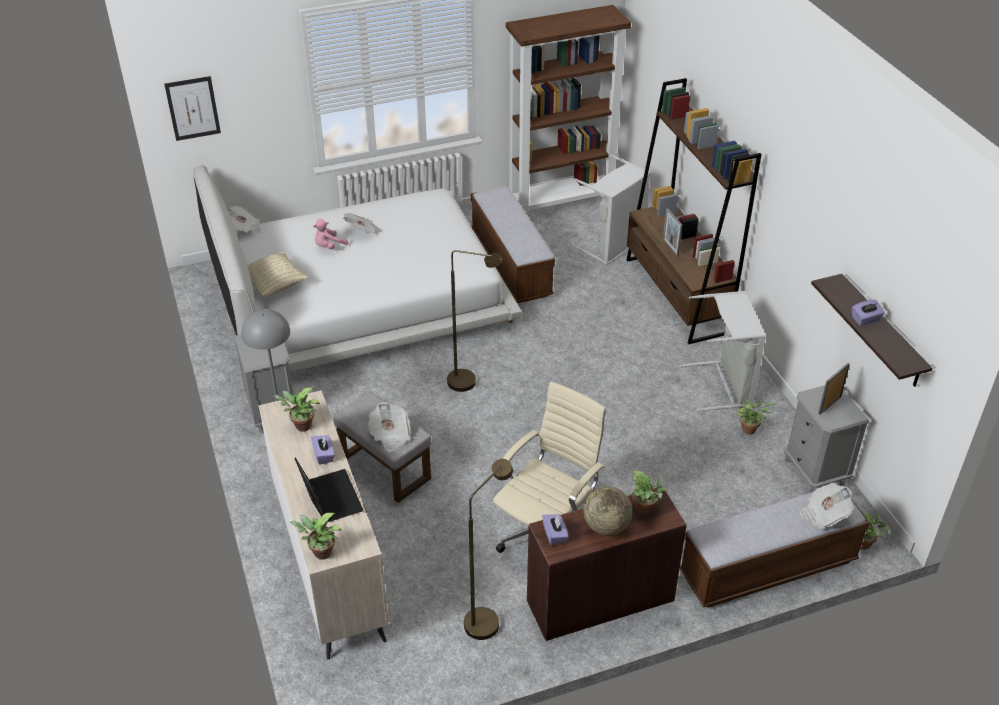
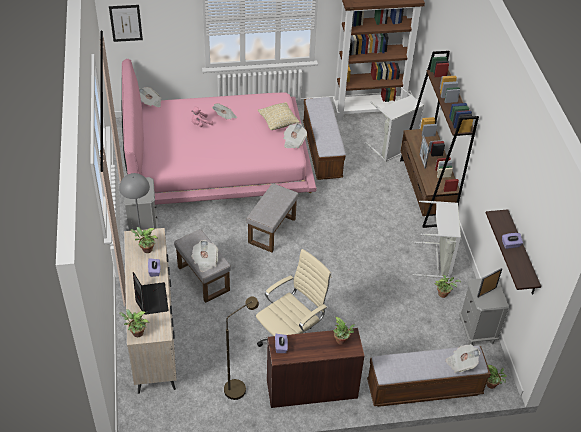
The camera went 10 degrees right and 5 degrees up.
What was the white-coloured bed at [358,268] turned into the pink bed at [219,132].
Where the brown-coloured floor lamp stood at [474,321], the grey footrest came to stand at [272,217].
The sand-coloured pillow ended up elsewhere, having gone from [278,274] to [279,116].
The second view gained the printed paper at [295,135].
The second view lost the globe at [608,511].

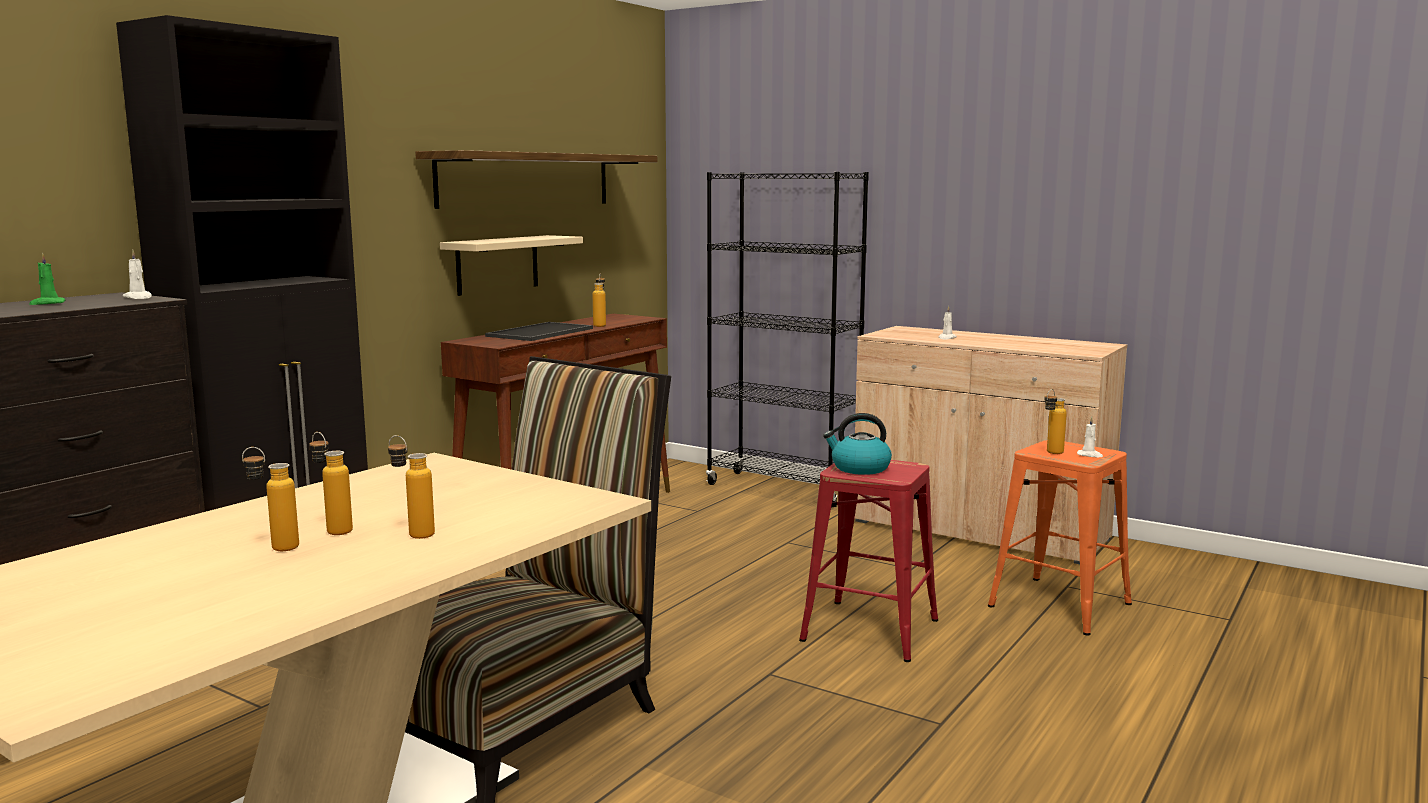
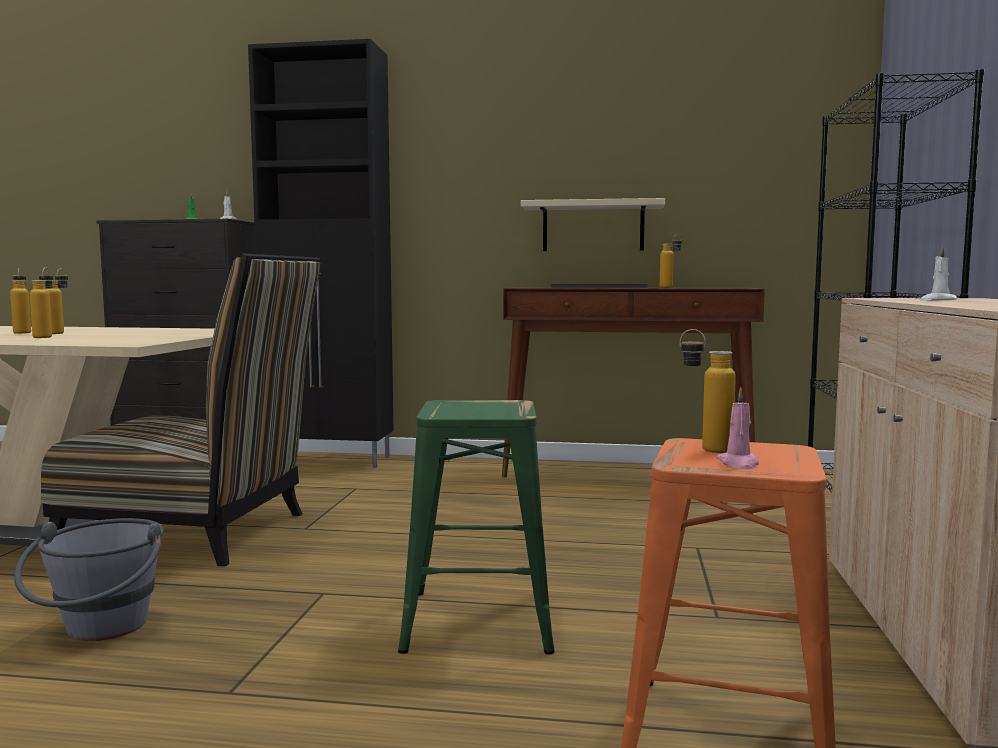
The camera went 65 degrees right and 5 degrees down.
The second view gained the grey water bucket at [89,579].
What was the red stool at [868,561] turned into the green-coloured stool at [476,527].
What was the white-coloured wax light at [1090,437] turned into the pink wax light at [737,428].
The second view lost the bracket shelf at [536,179].
The second view lost the kettle at [857,444].

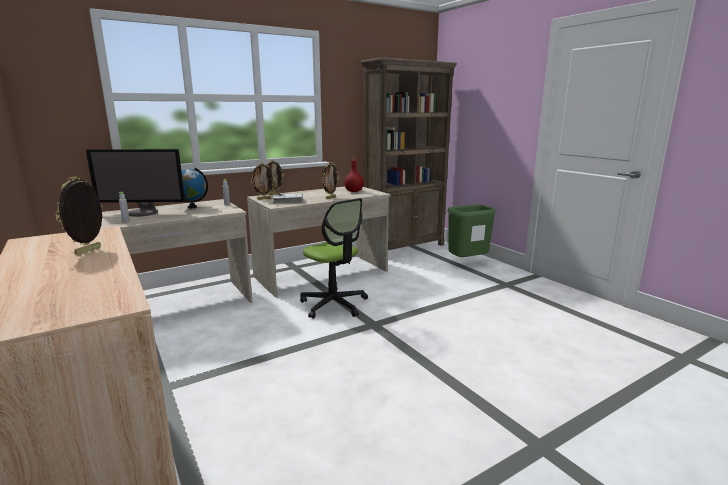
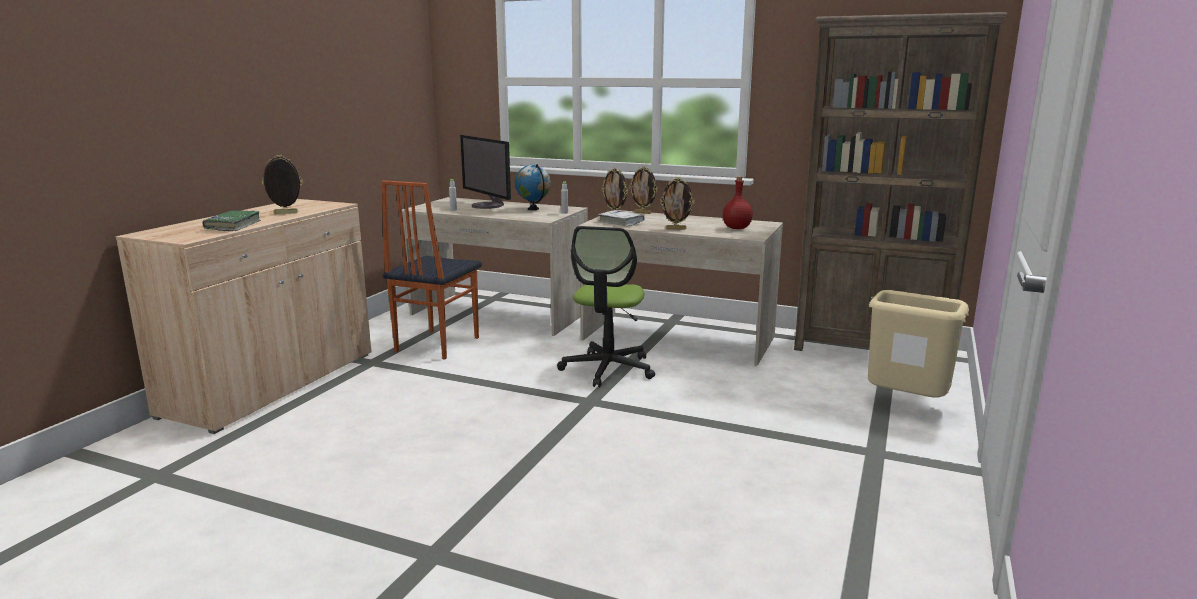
The camera went 55 degrees right and 0 degrees up.
The second view gained the green-coloured bound book at [231,220].
The second view gained the upright chair at [432,270].
What was the green-coloured trash can at [471,230] turned into the sand-coloured trash can at [918,344].

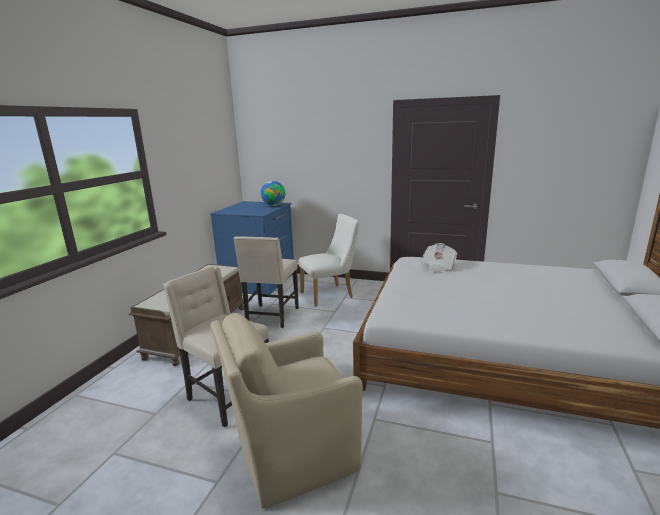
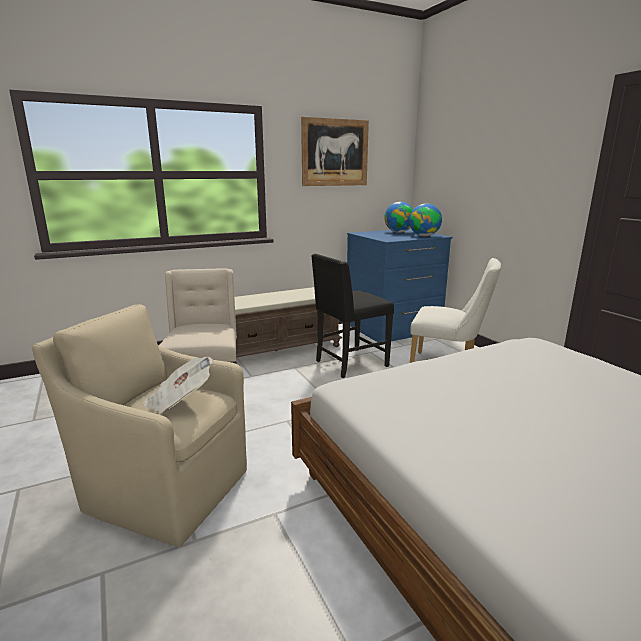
The camera went 45 degrees right and 0 degrees up.
The printed paper ended up elsewhere, having gone from [440,257] to [178,385].
The second view gained the picture at [335,151].
What was the sand-coloured upright chair at [266,282] turned into the black upright chair at [352,316].
The second view gained the globe at [398,217].

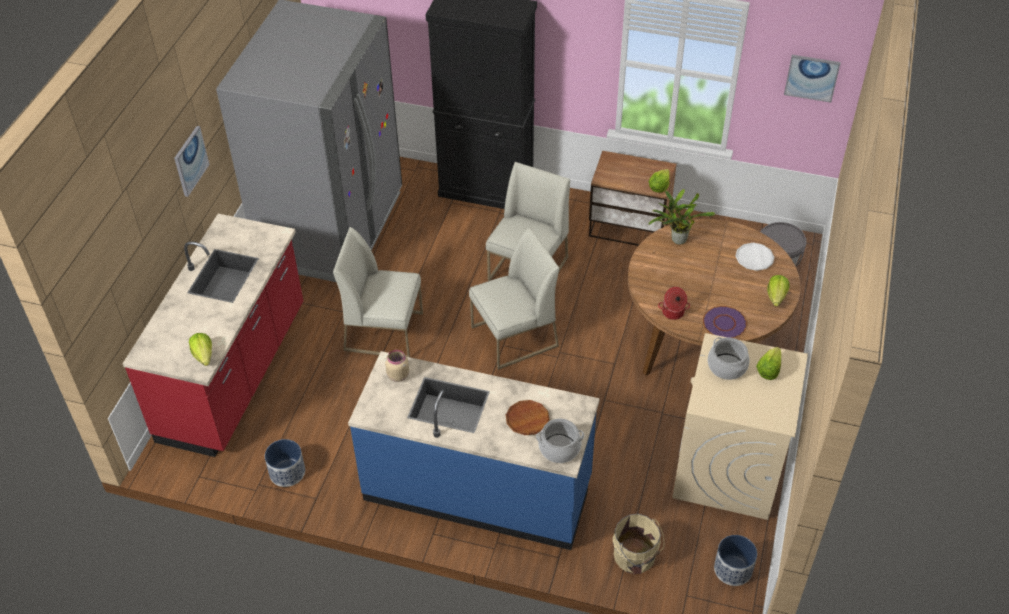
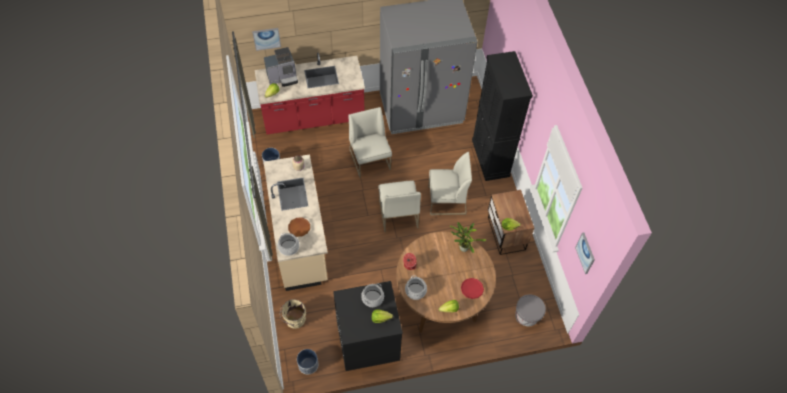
The camera went 60 degrees right and 10 degrees up.
The picture ended up elsewhere, having gone from [192,161] to [266,39].
The second view gained the coffee brewer at [281,67].
What was the bluish kitchen counter at [474,450] turned into the sand-coloured kitchen counter at [296,222].
What was the sand-coloured washing machine at [740,426] turned into the black washing machine at [368,326].
The white-coloured upright chair at [514,298] ended up facing another way, 45 degrees clockwise from before.
Where the purple flat dish stood at [725,322], the stockpot came to stand at [416,287].
What was the white-coloured flat dish at [754,257] turned into the red flat dish at [472,288].

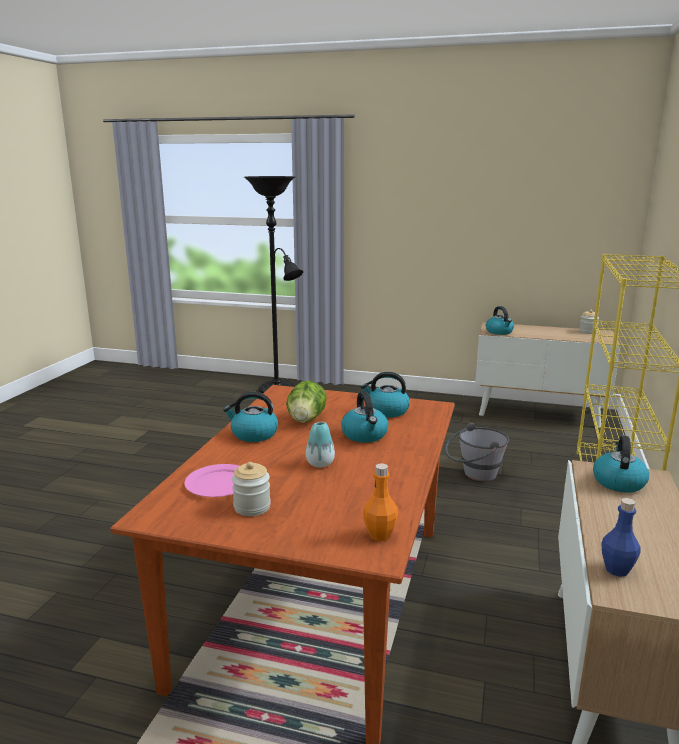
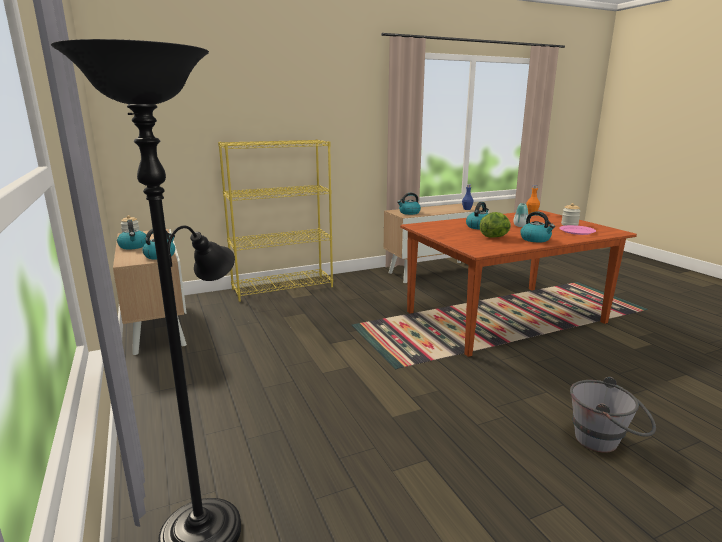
The camera went 130 degrees left and 0 degrees up.
The kettle ended up elsewhere, having gone from [385,395] to [131,234].
The grey water bucket ended up elsewhere, having gone from [477,451] to [613,415].

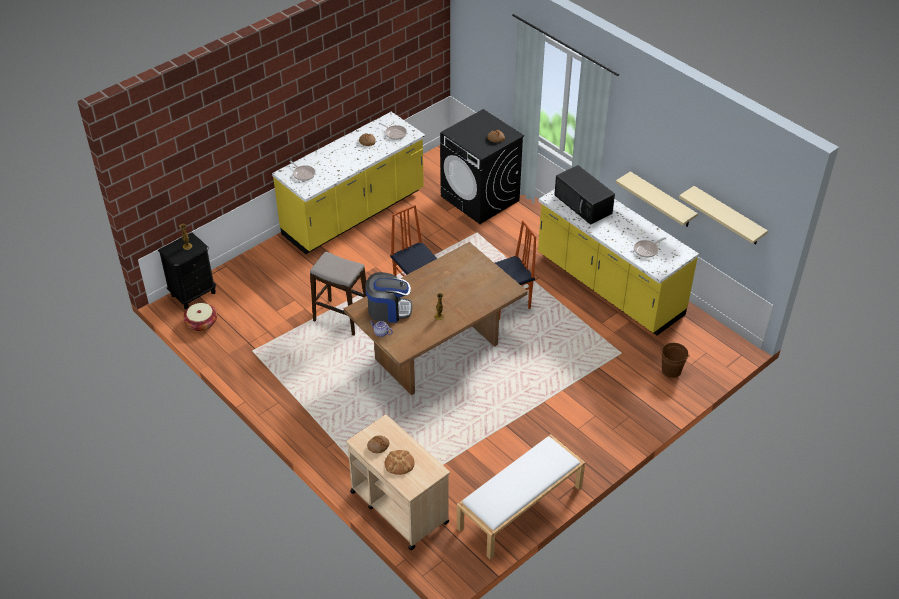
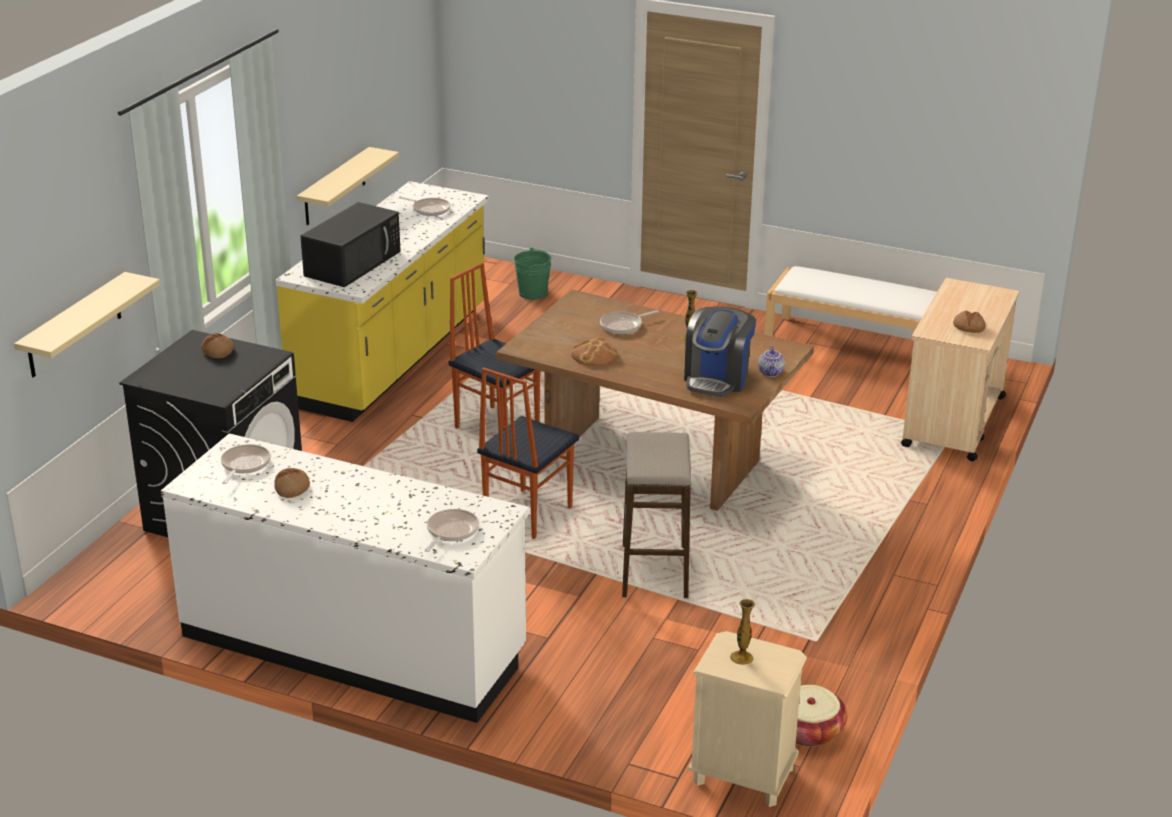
The camera went 115 degrees left and 15 degrees down.
The sand-coloured bracket shelf ended up elsewhere, having gone from [723,215] to [87,324].
What was the yellow-coloured kitchen counter at [348,183] turned into the white-coloured kitchen counter at [345,578].
What was the brown-coloured water bucket at [675,360] turned into the green-coloured water bucket at [533,274].
The bread ended up elsewhere, having gone from [399,462] to [594,351].
The second view gained the skillet at [629,322].
The coffee brewer at [388,297] ended up facing another way, 135 degrees counterclockwise from before.
What was the black nightstand at [187,270] turned into the sand-coloured nightstand at [747,719].

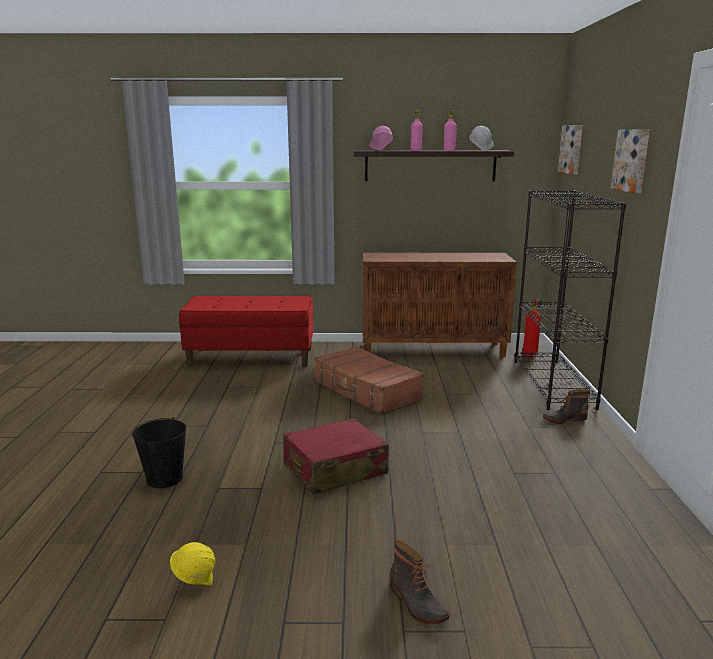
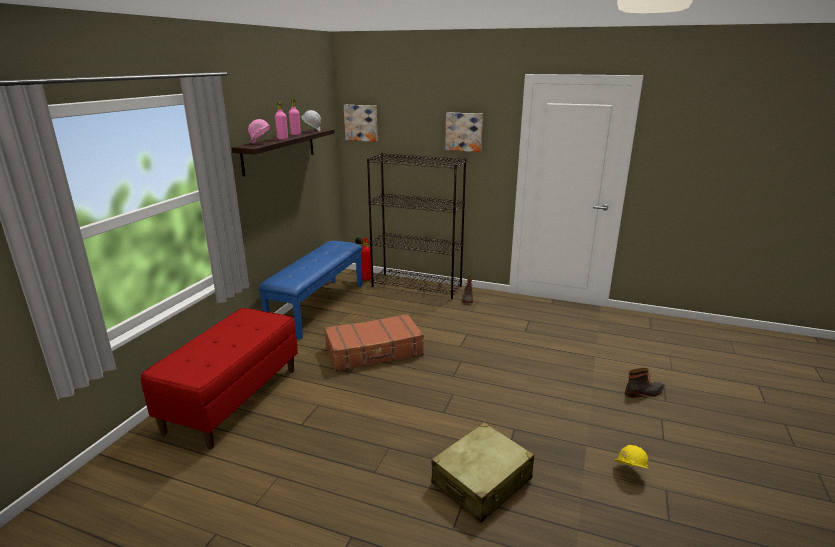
The camera went 70 degrees left and 5 degrees up.
Where the brown-coloured cabinet stood at [440,305], the bluish indoor bench came to stand at [310,290].
Where the black water bucket stood at [159,452], the sand-coloured piece of luggage came to stand at [482,472].
The second view lost the red piece of luggage at [336,456].

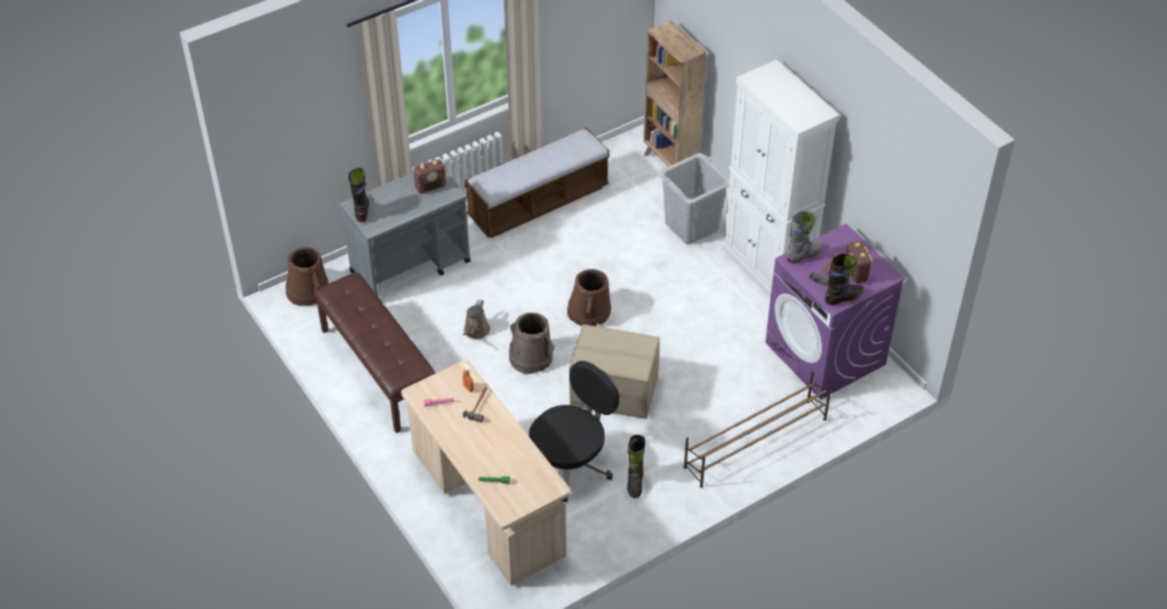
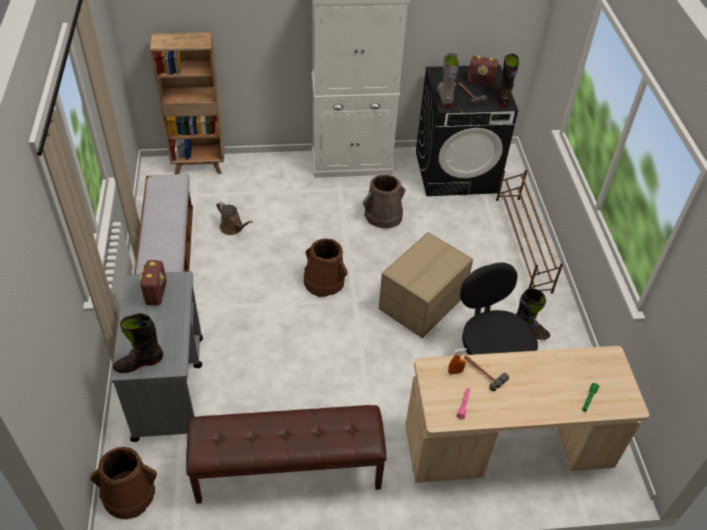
The camera went 65 degrees left and 0 degrees up.
The black boot at [358,195] ended up facing another way, 45 degrees counterclockwise from before.
The brown-coloured watering can ended up elsewhere, having gone from [476,319] to [234,218].
The brown-coloured water bucket ended up elsewhere, having gone from [532,343] to [384,201].
What was the purple washing machine at [835,312] turned into the black washing machine at [467,130].
The second view lost the grey laundry basket at [693,199].

